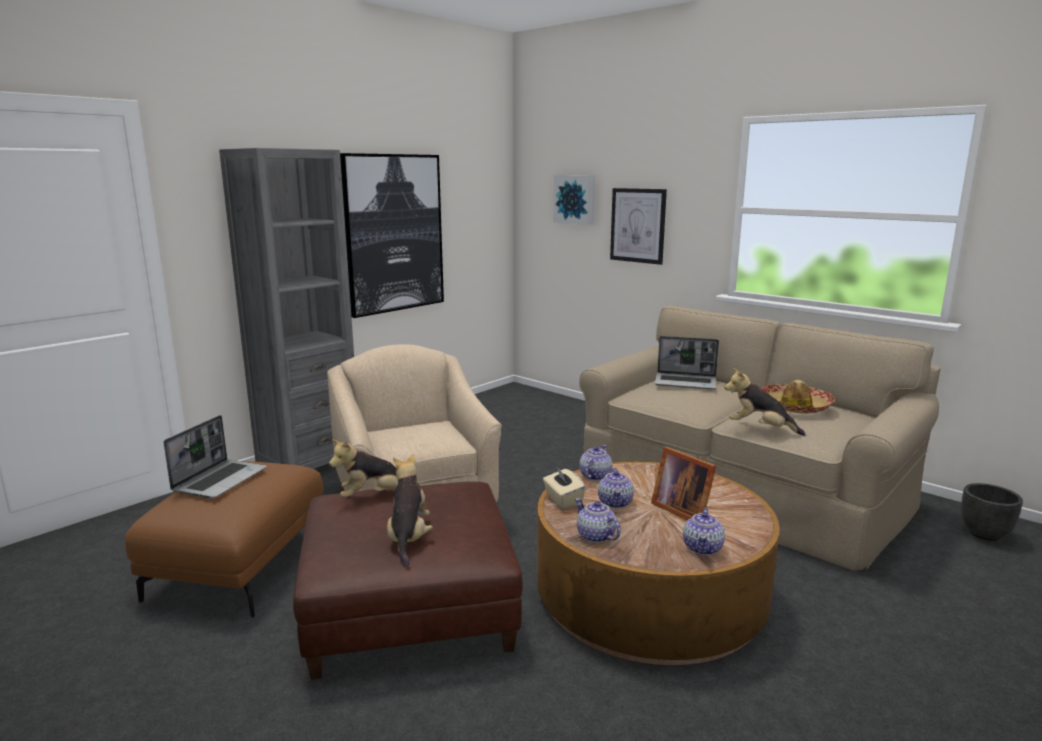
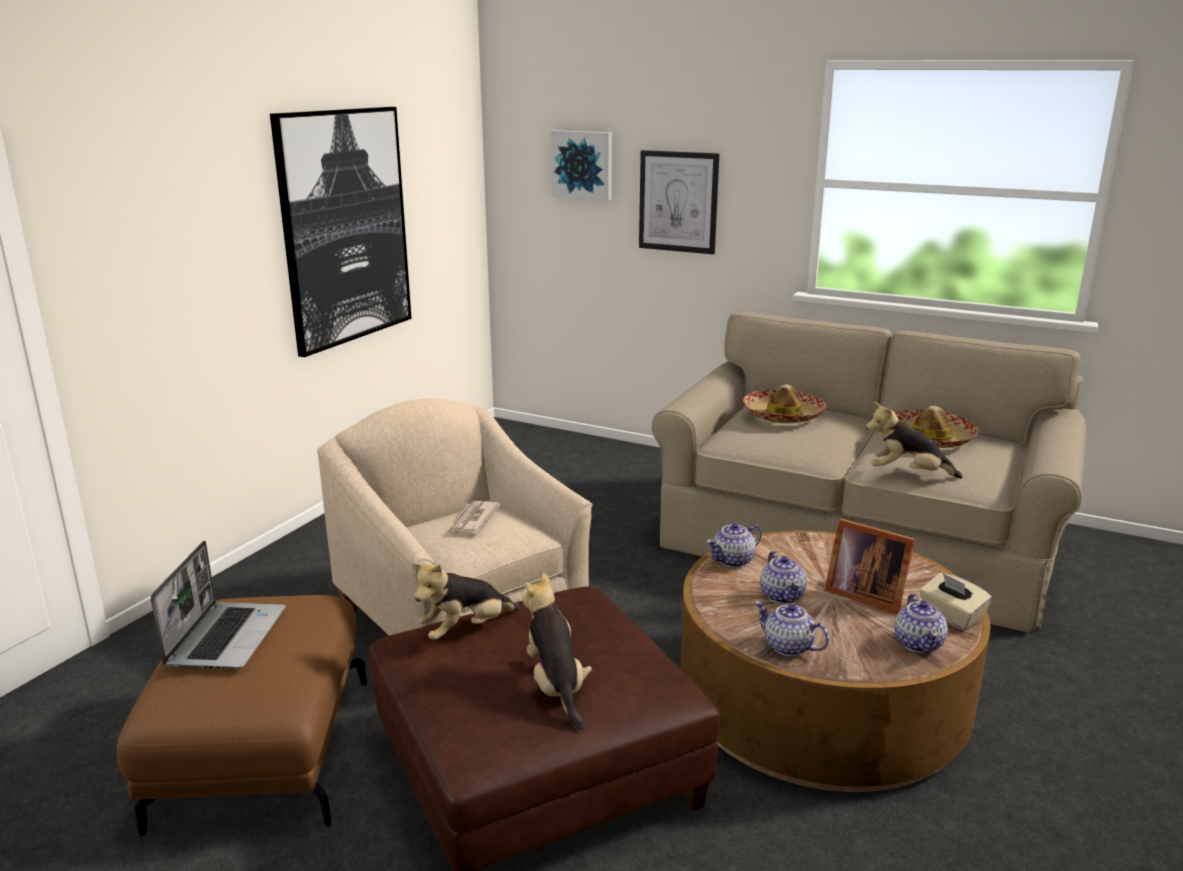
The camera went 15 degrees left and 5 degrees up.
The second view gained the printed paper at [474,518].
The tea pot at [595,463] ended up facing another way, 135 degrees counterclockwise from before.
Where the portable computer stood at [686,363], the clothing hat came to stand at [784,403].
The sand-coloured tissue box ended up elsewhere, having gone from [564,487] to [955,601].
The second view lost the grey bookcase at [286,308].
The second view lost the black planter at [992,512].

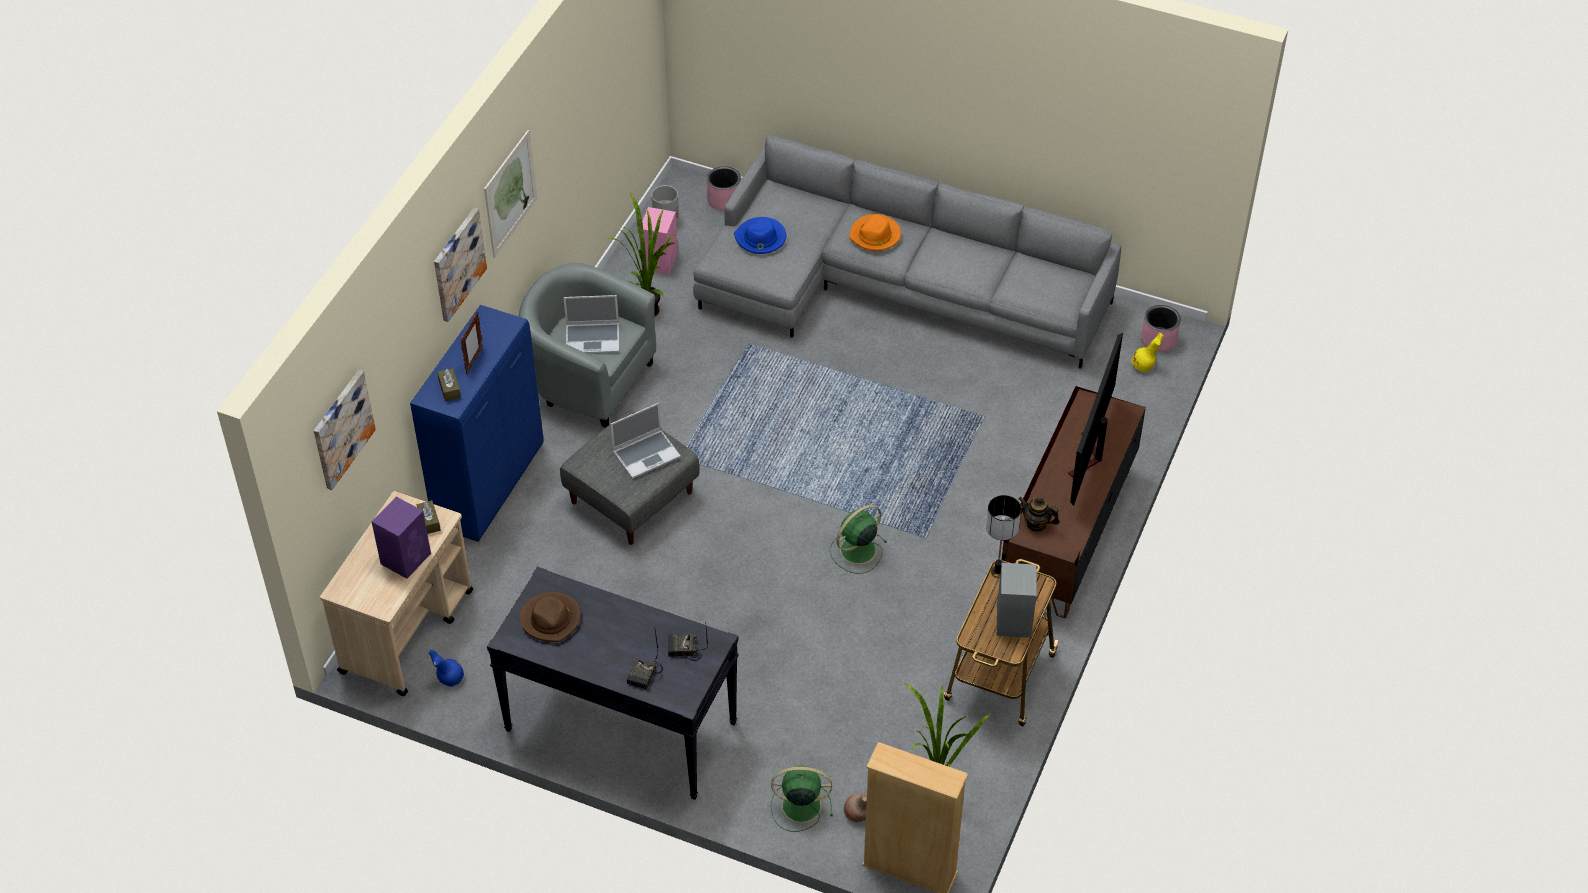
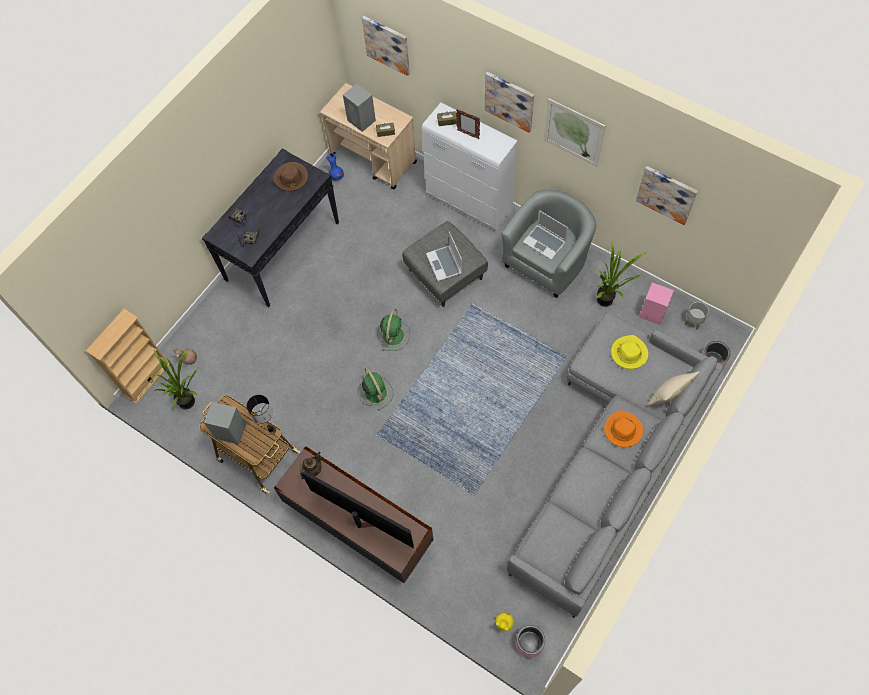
The camera went 105 degrees right and 15 degrees up.
What was the purple loudspeaker at [401,538] turned into the grey loudspeaker at [359,108].
The green-coloured electric fan ended up elsewhere, having gone from [802,798] to [393,330].
What was the bluish cabinet at [477,423] turned into the white-coloured cabinet at [469,166].
The portable computer at [591,324] ended up facing another way, 60 degrees counterclockwise from before.
What was the bluish clothing hat at [760,235] turned into the yellow-coloured clothing hat at [629,352].
The second view gained the picture at [667,195].
The second view gained the sand-coloured pillow at [673,388].

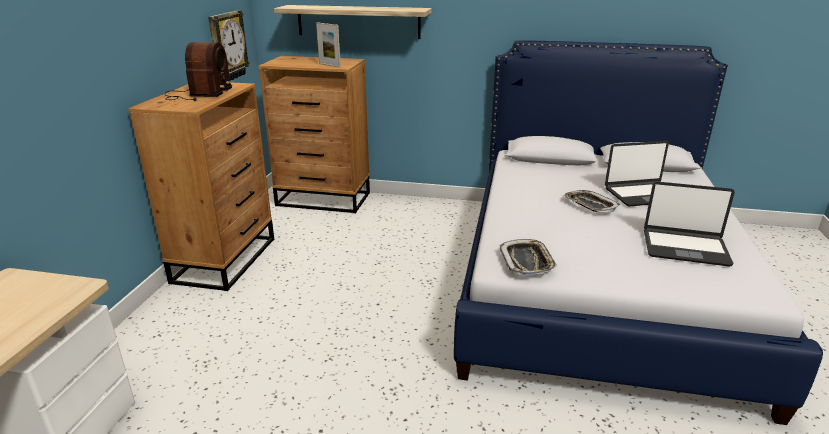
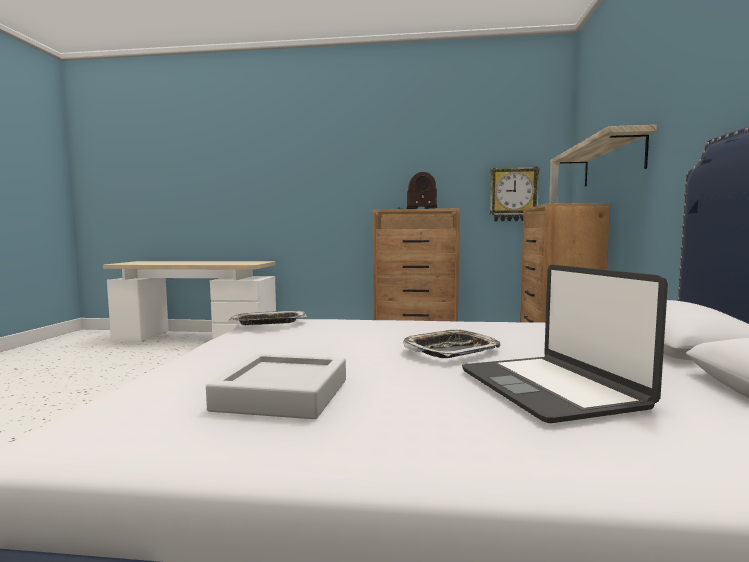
The camera went 85 degrees right and 20 degrees down.
Where the portable computer stood at [689,224], the grey serving tray came to stand at [276,386].

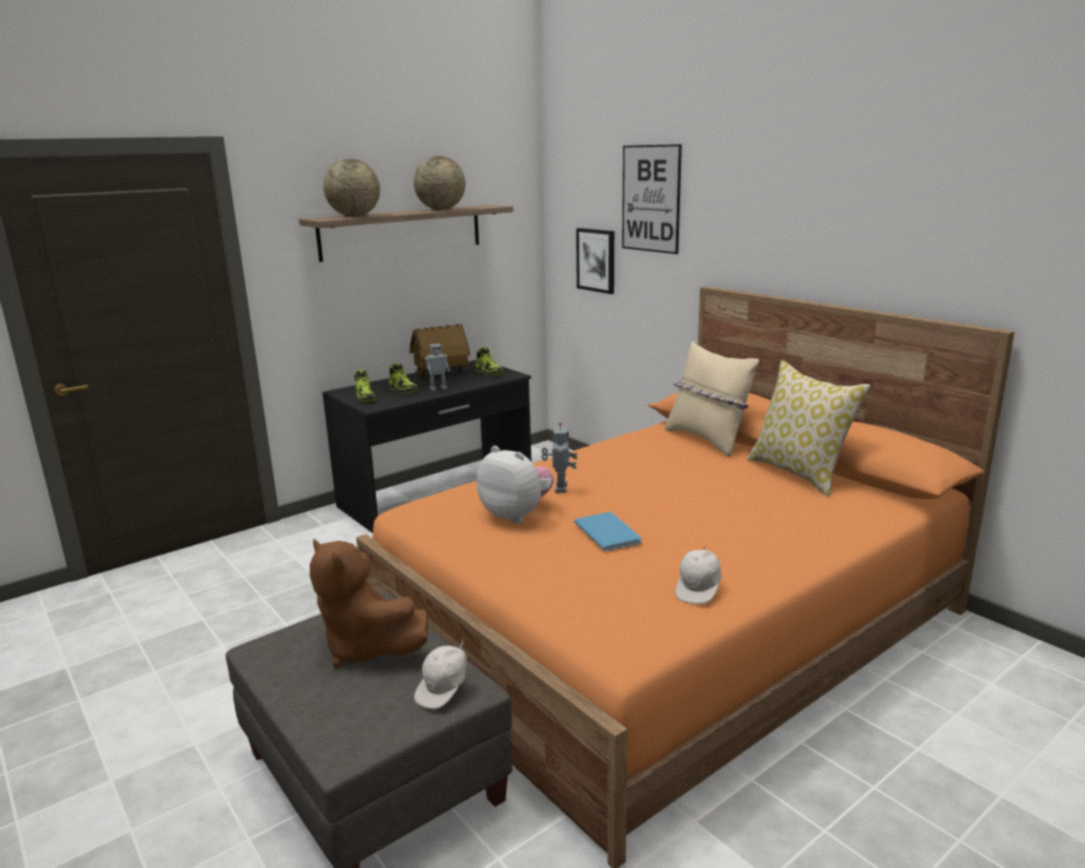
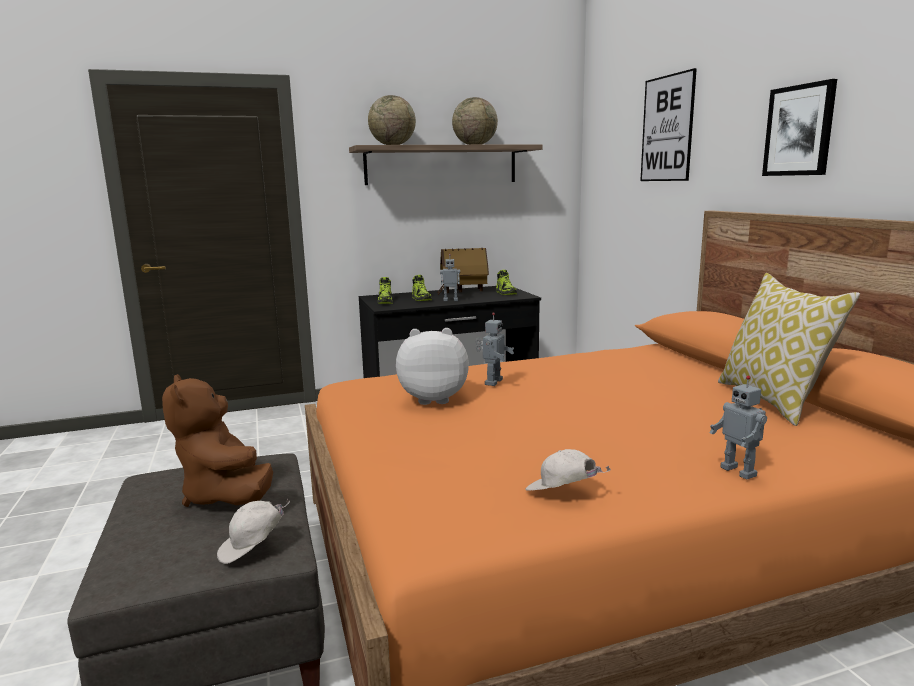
The camera went 20 degrees right and 5 degrees down.
The plush toy at [515,484] ended up facing another way, 60 degrees counterclockwise from before.
The white-coloured baseball cap at [698,574] ended up facing another way, 75 degrees clockwise from before.
The second view gained the robot figure at [738,428].
The picture ended up elsewhere, having gone from [595,261] to [799,127].
The second view lost the bluish bound book at [608,531].
The second view lost the sand-coloured pillow at [712,399].

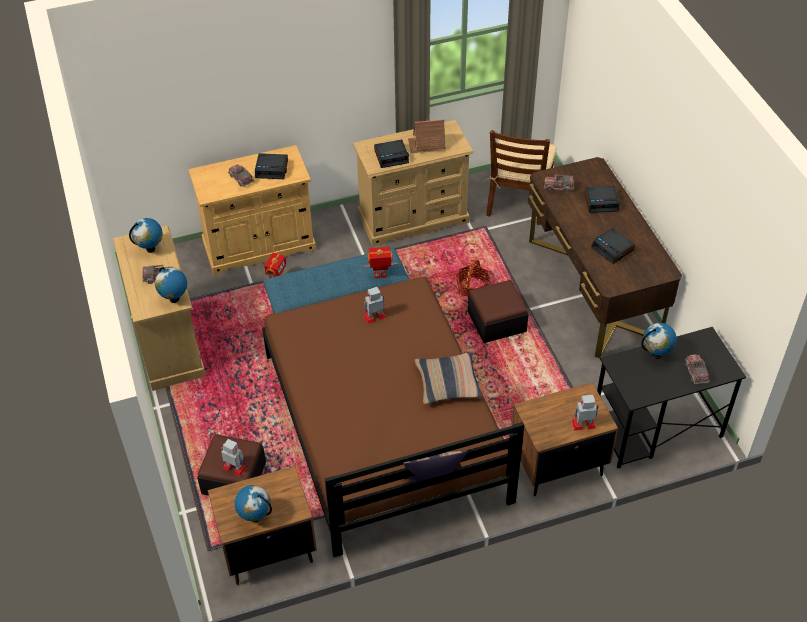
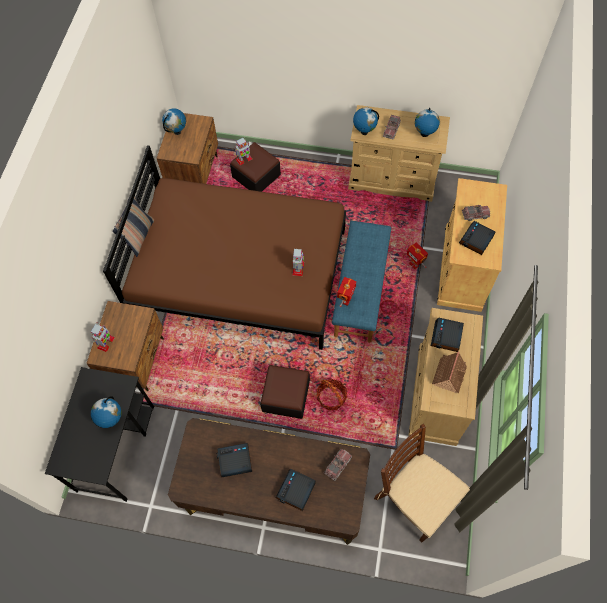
The camera went 120 degrees right and 15 degrees up.
The second view lost the pillow at [448,378].
The second view lost the toy lorry at [697,369].

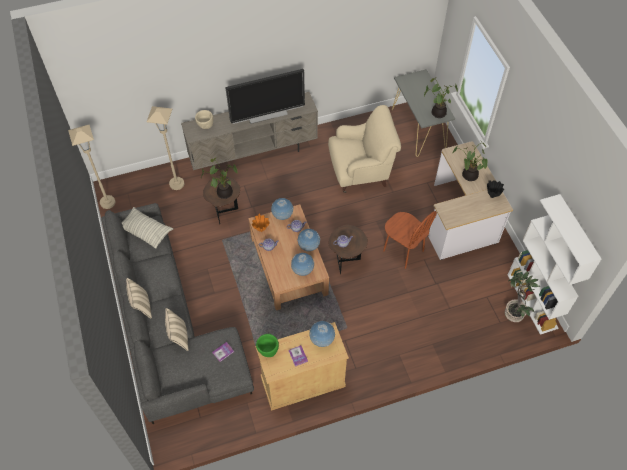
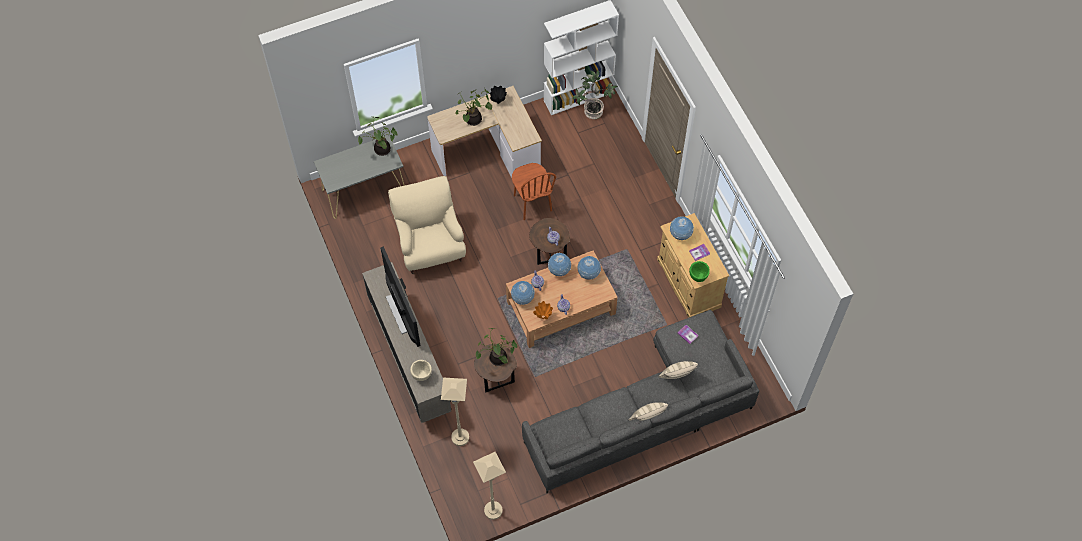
The camera went 95 degrees left and 5 degrees up.
The brown-coloured upright chair at [410,240] ended up facing another way, 120 degrees clockwise from before.
The second view lost the pillow at [147,228].

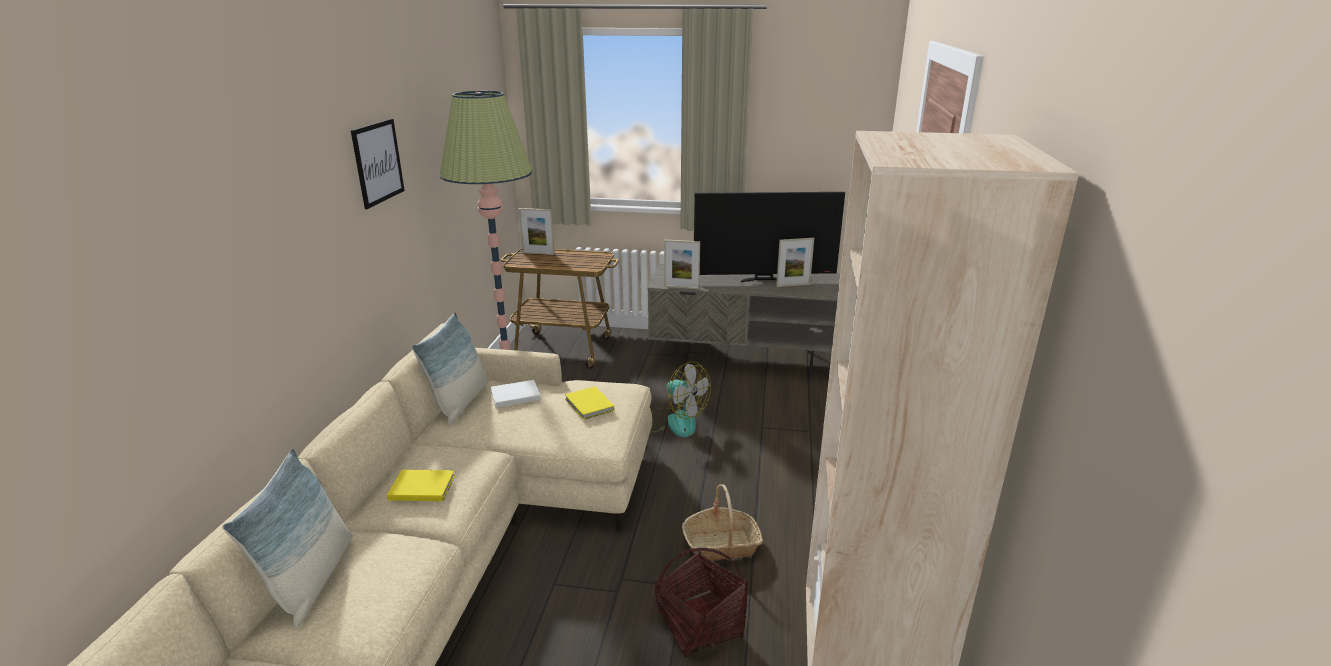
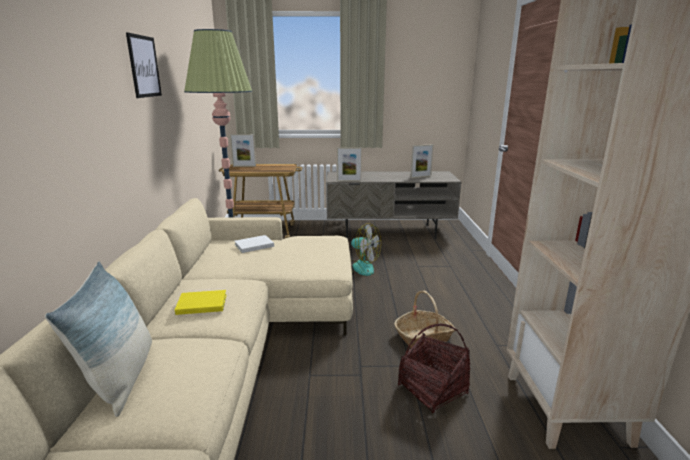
The camera went 10 degrees left and 5 degrees down.
The second view lost the pillow at [450,369].
The second view lost the yellow-coloured bound book at [590,403].
The second view lost the television at [769,237].

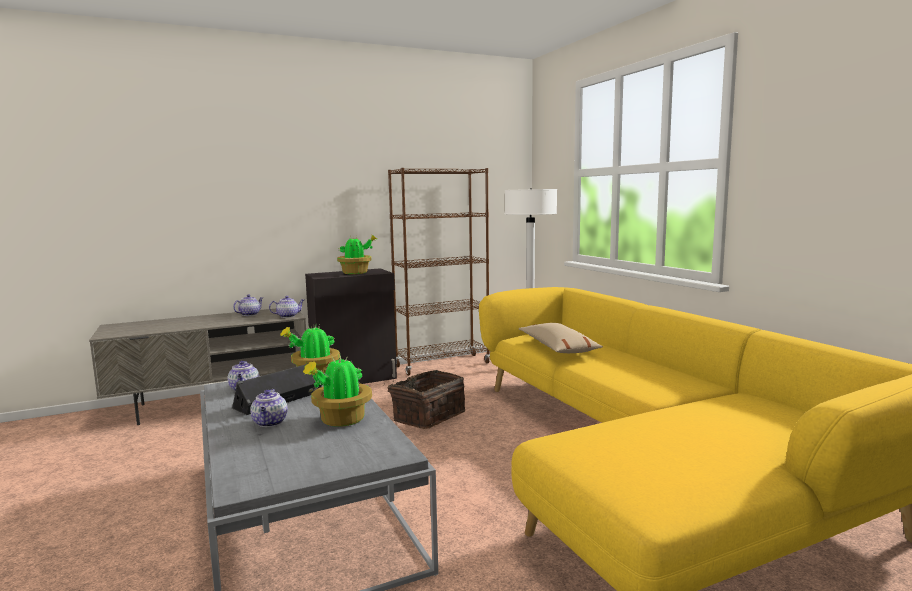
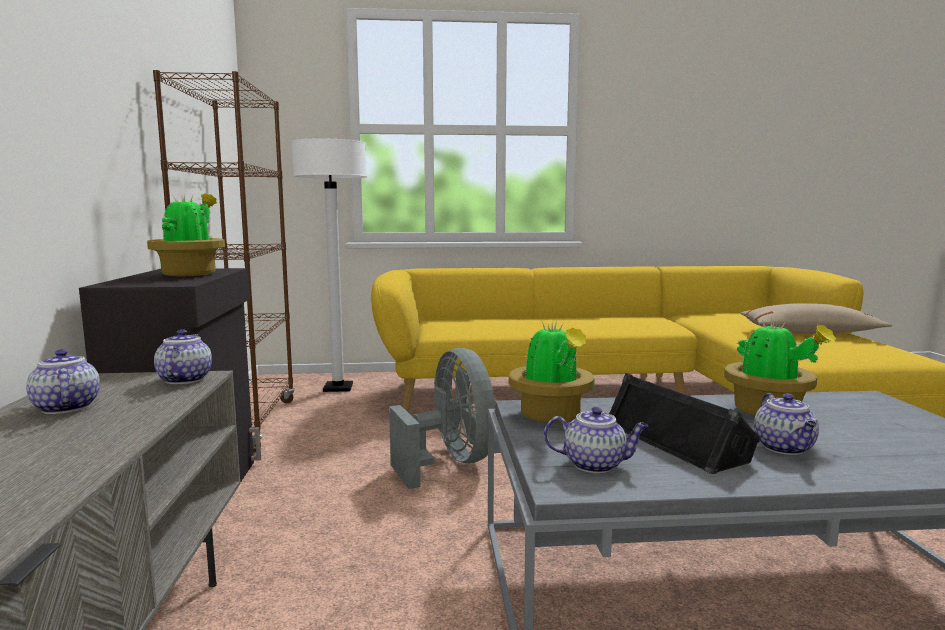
The camera went 70 degrees left and 0 degrees up.
Where the basket stood at [424,399], the grey electric fan came to stand at [442,418].
The sand-coloured pillow ended up elsewhere, having gone from [561,338] to [816,318].
The tea pot at [269,408] ended up facing another way, 75 degrees clockwise from before.

